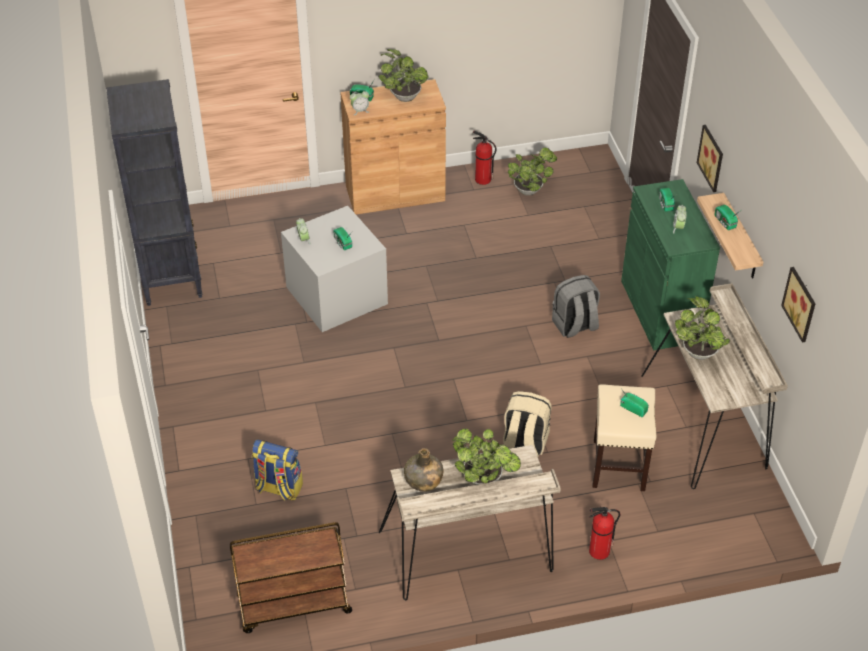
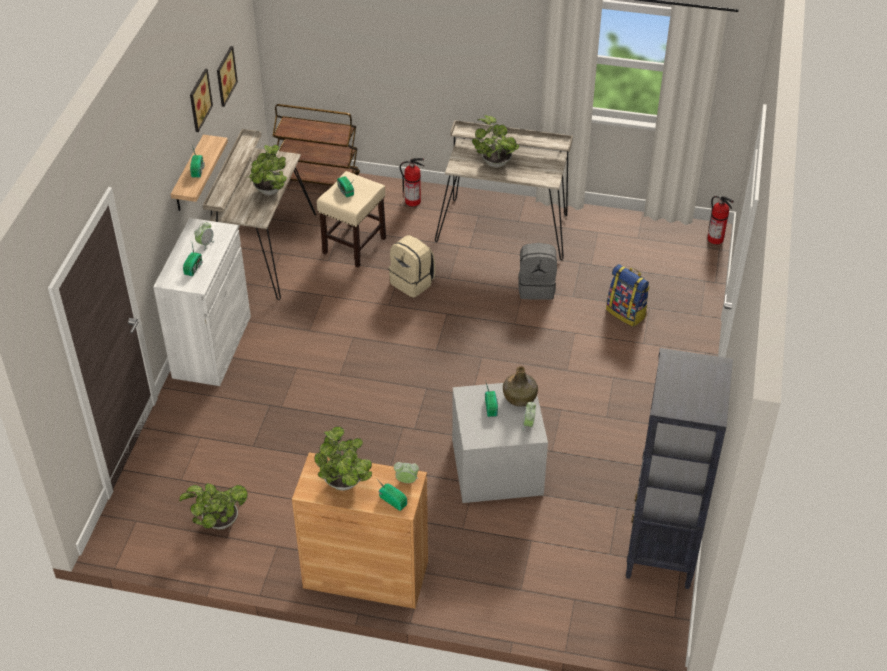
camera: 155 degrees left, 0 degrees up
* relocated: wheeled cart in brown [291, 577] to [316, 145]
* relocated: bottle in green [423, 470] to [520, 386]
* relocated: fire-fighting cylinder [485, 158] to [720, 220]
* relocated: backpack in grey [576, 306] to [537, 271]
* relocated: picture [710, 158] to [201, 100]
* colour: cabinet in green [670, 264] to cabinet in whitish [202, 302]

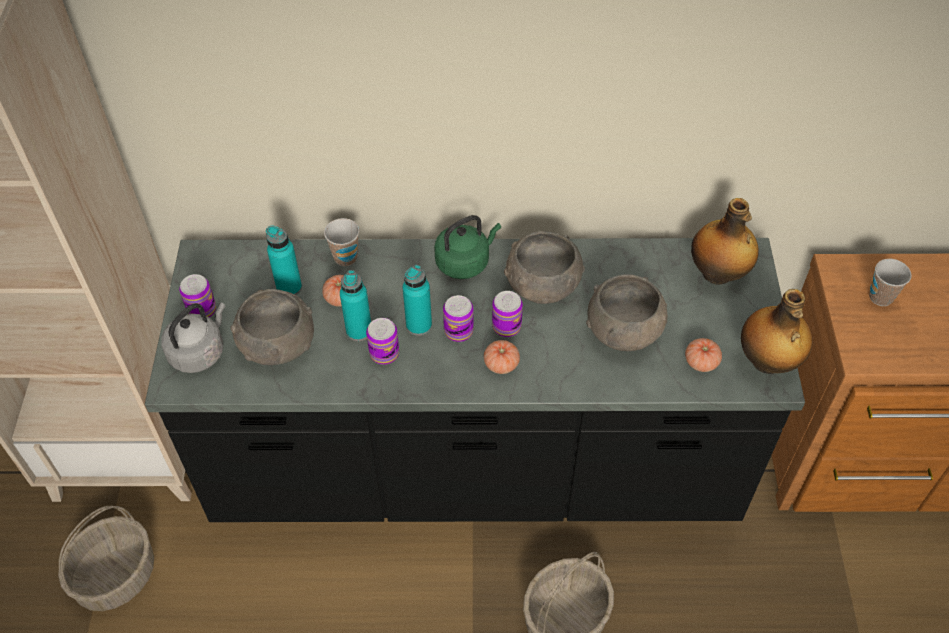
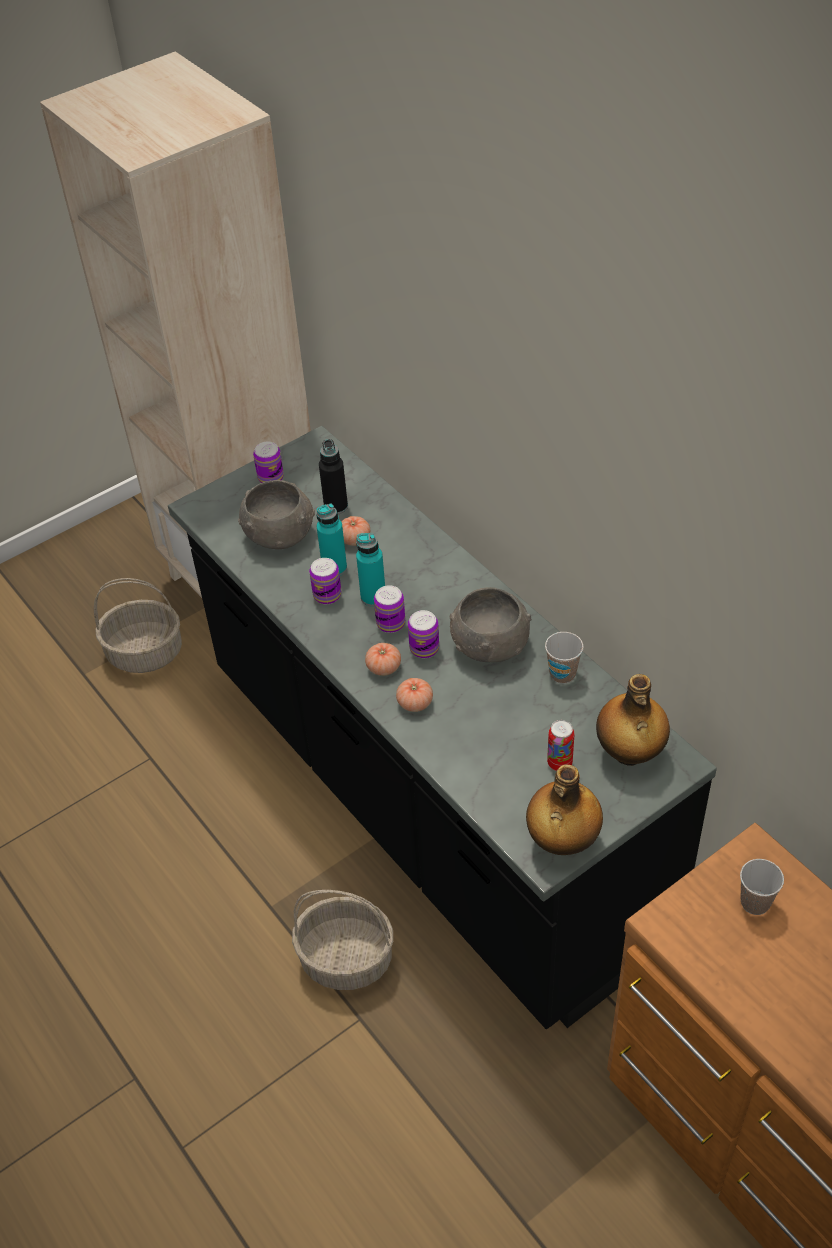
camera: 55 degrees right, 5 degrees down
* missing: water kettle in grey [193, 338]
* missing: water kettle in green [467, 247]
* missing: deep dish in grey [627, 312]
* appeared: metal can [560, 745]
* relocated: small cup [341, 242] to [564, 658]
* relocated: fresh tomato [703, 355] to [414, 695]
* colour: bottle in blue-green [284, 260] to bottle in black-coloured [333, 476]

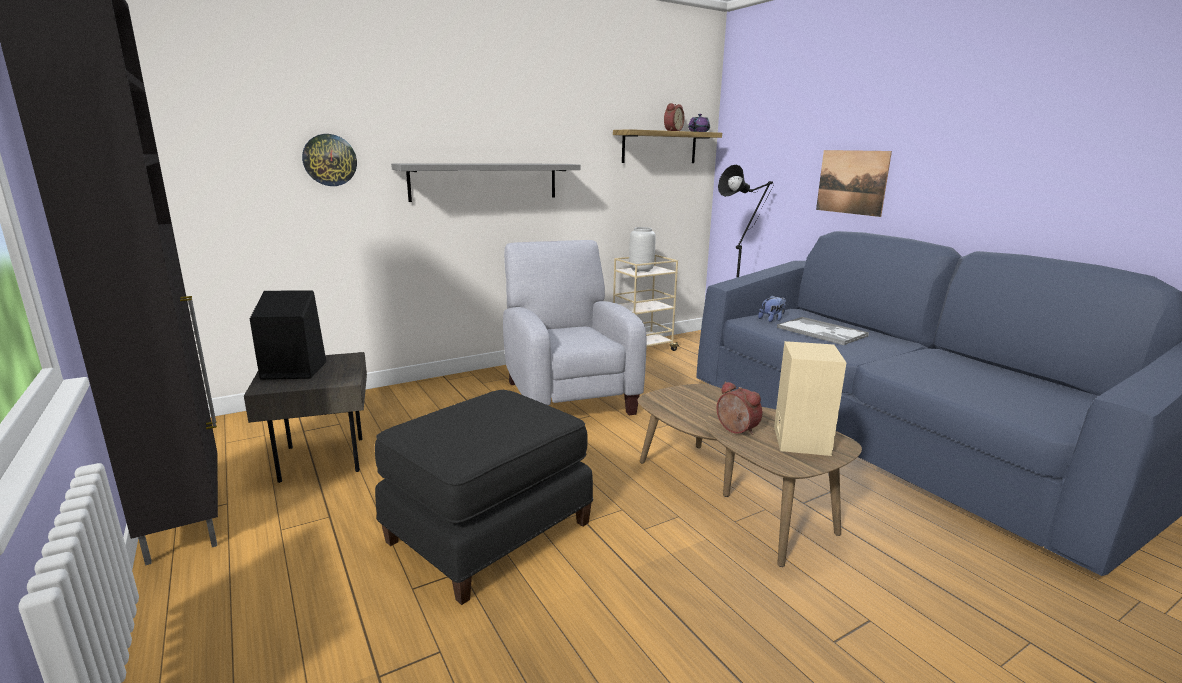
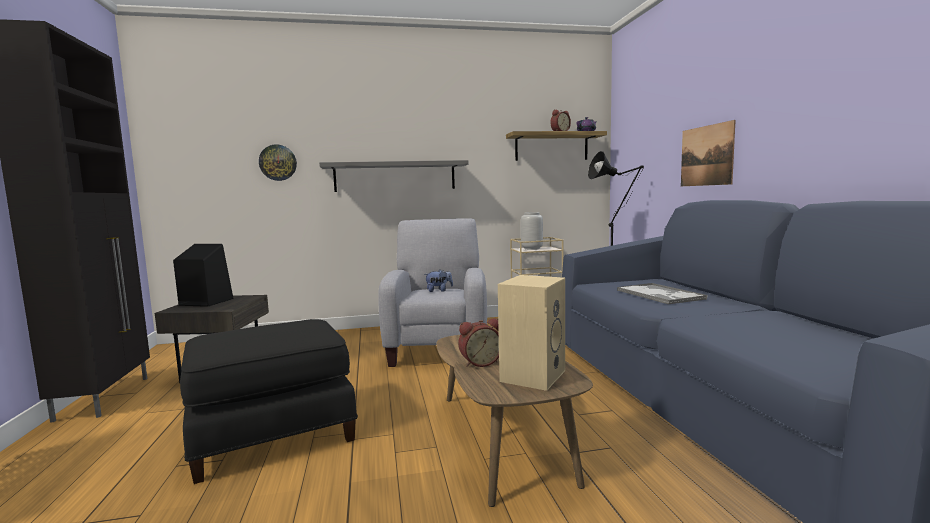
camera: 20 degrees right, 10 degrees down
* relocated: plush toy [772, 308] to [438, 281]
* spun: bedside clock [739, 408] = [478, 342] 90 degrees clockwise

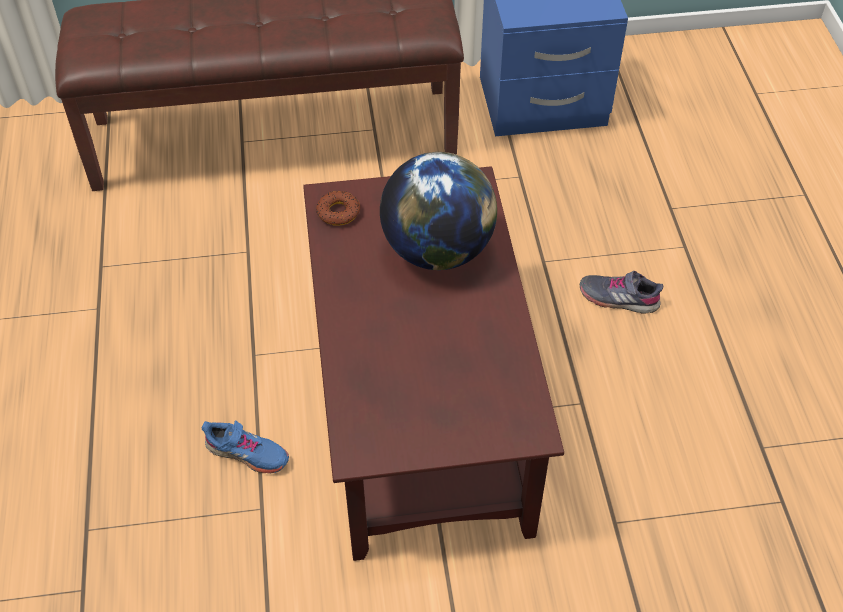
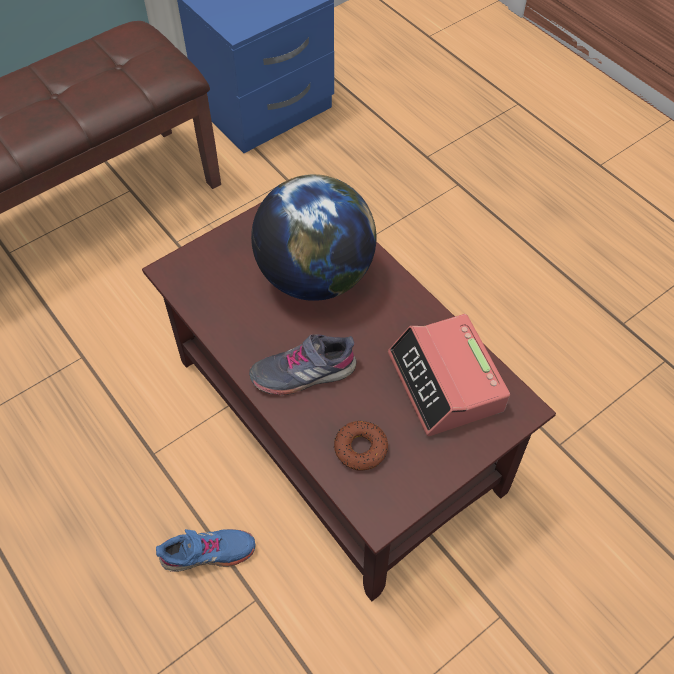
camera: 30 degrees left, 5 degrees up
* appeared: bedside clock [449, 375]
* relocated: ring doughnut [338, 208] to [361, 446]
* relocated: shoe in grey [621, 292] to [302, 364]

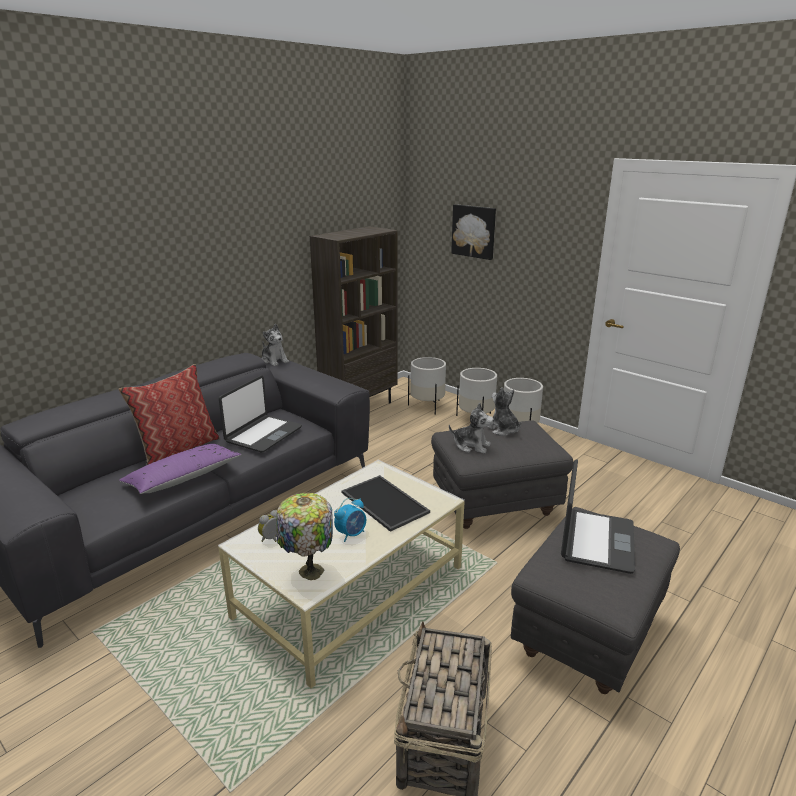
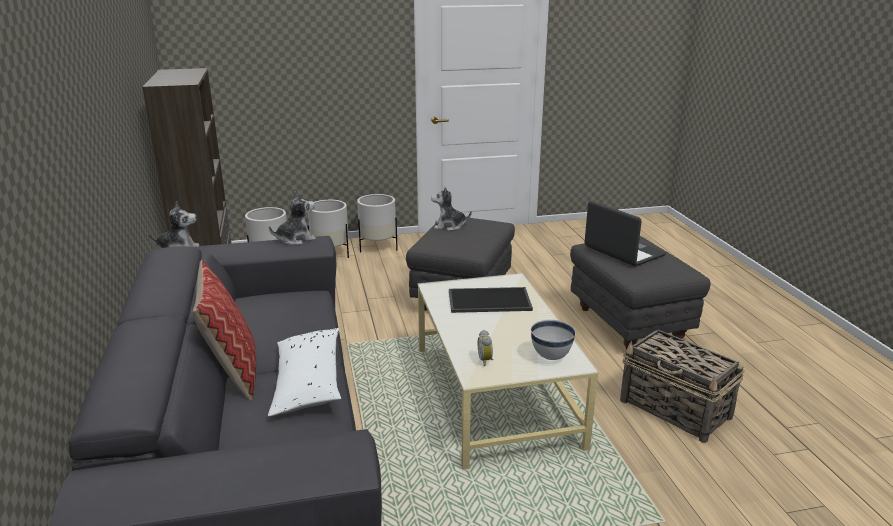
camera: 55 degrees left, 0 degrees up
* missing: notebook computer [260, 413]
* missing: bedside clock [350, 520]
* missing: picture [473, 232]
* relocated: plush toy [471, 428] to [292, 218]
* exchanged: lamp for a table [304, 536] to deep dish in whitish [553, 340]
* colour: pillow in purple-coloured [180, 469] to pillow in whitish [304, 372]

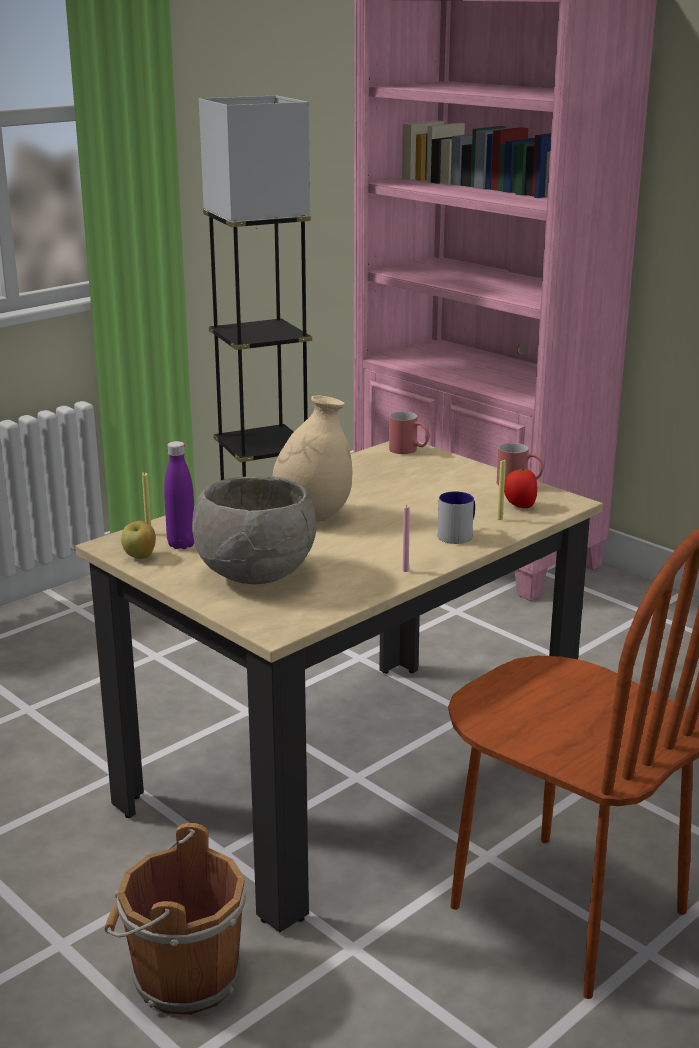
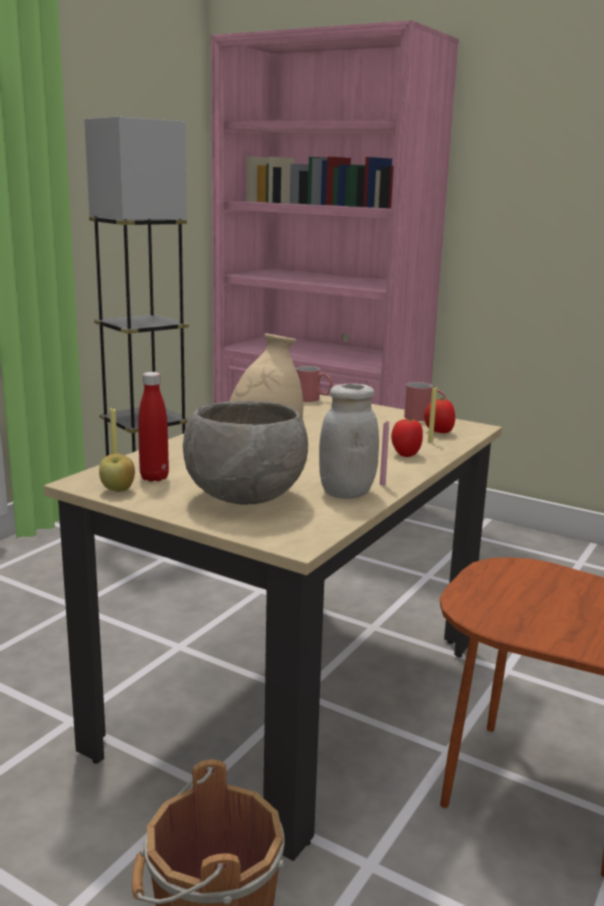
camera: 15 degrees left, 5 degrees down
* appeared: preserve jar in whitish [349, 441]
* exchanged: coffee mug [456, 517] to fresh tomato [407, 437]
* colour: bottle in purple-coloured [179, 495] to bottle in red-coloured [153, 427]

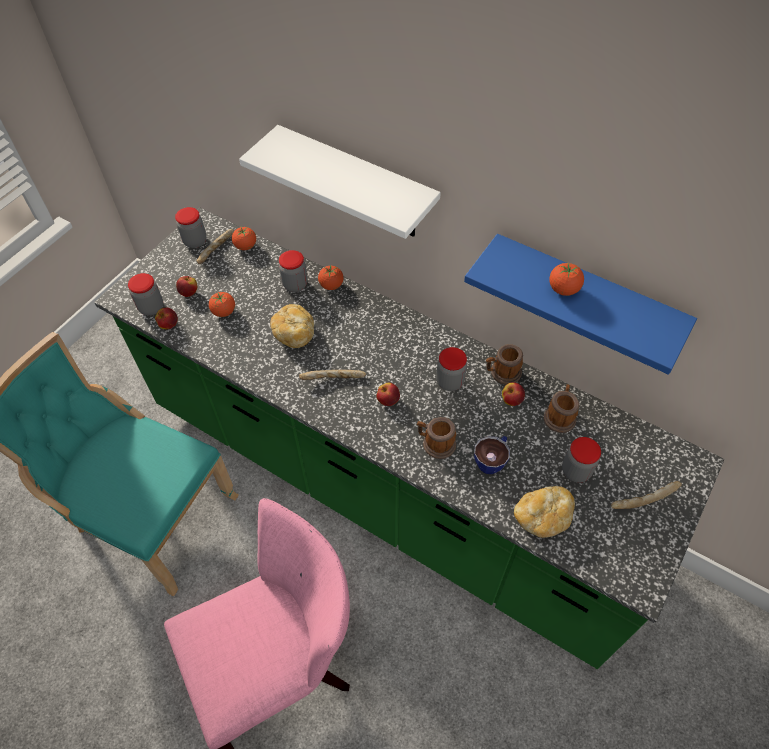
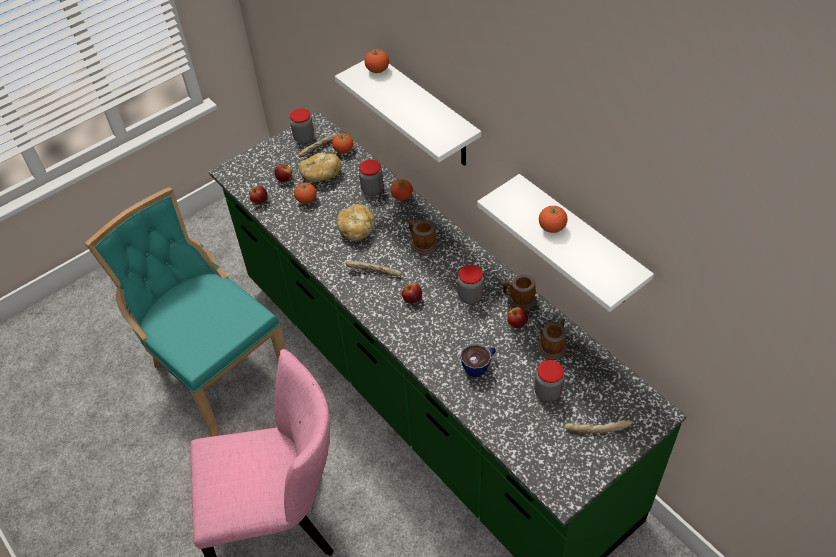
camera: 20 degrees right, 5 degrees down
* missing: preserve jar [145, 294]
* appeared: fresh tomato [377, 61]
* relocated: coffee mug [436, 438] to [423, 237]
* relocated: bread [544, 512] to [320, 167]
* colour: wall shelf in blue [580, 304] to wall shelf in whitish [565, 243]

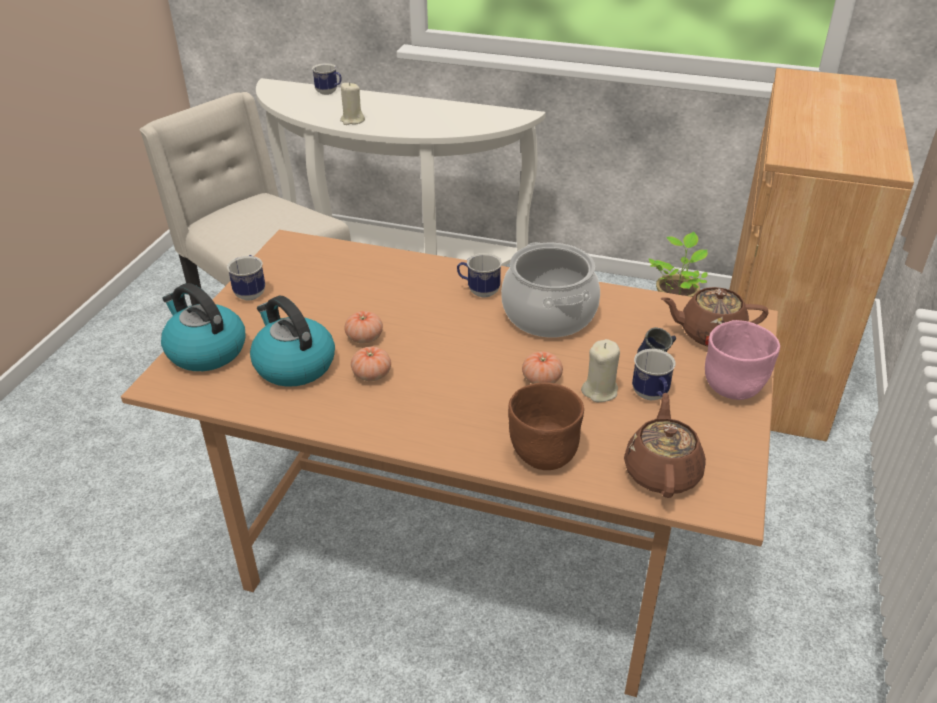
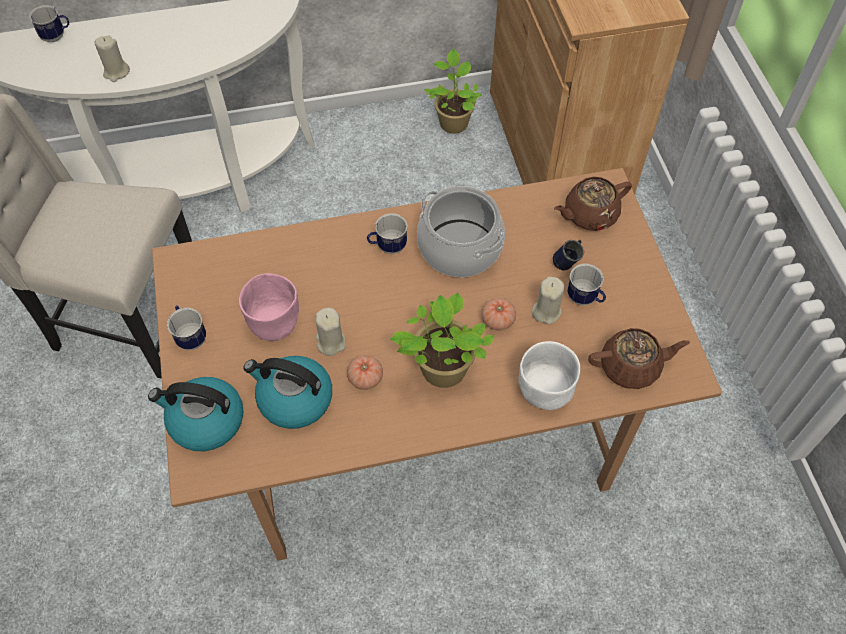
camera: 30 degrees left, 20 degrees up
* appeared: houseplant [442, 340]
* relocated: deep dish in pink-coloured [742, 360] to [269, 307]
* exchanged: fresh tomato [364, 327] to wax light in beige-coloured [330, 332]
* colour: deep dish in brown [546, 426] to deep dish in whitish [550, 375]
* spun: tea pot in brown [665, 445] = [639, 358] 105 degrees clockwise

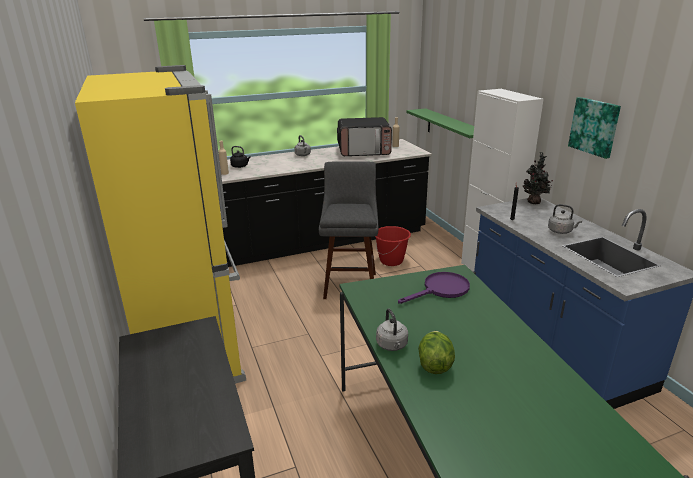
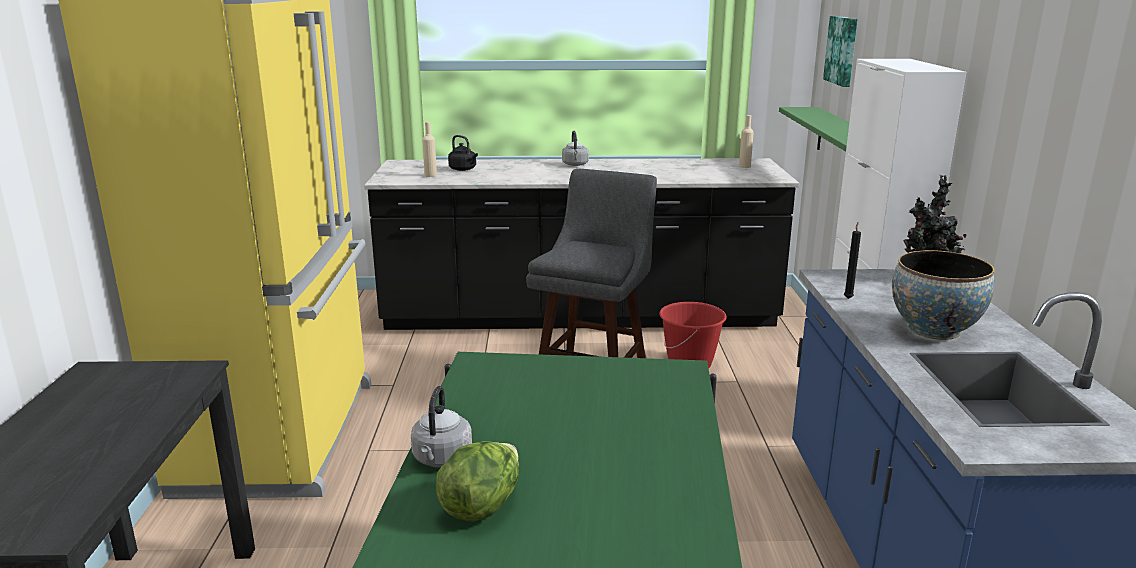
camera: 20 degrees right, 5 degrees down
* missing: microwave [364, 136]
* missing: frying pan in purple-coloured [434, 288]
* relocated: picture [594, 128] to [840, 51]
* exchanged: water kettle in grey [565, 219] to deep dish [943, 295]

